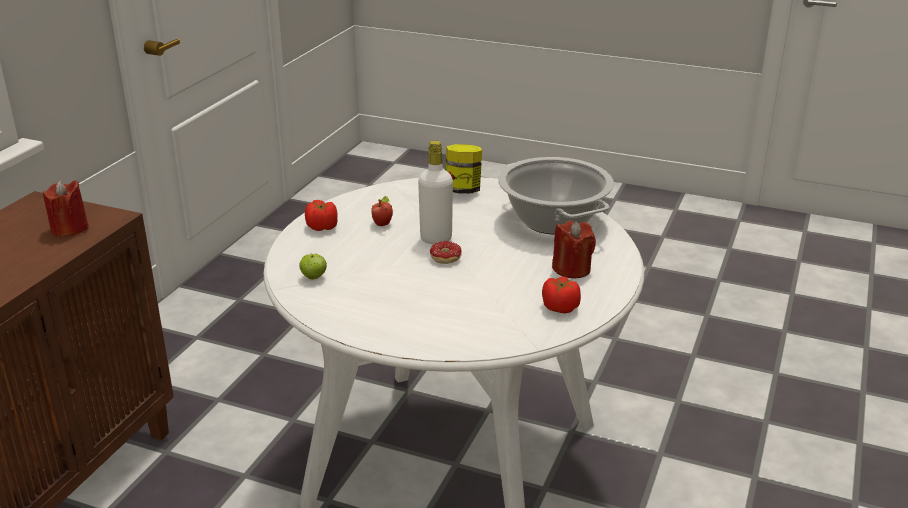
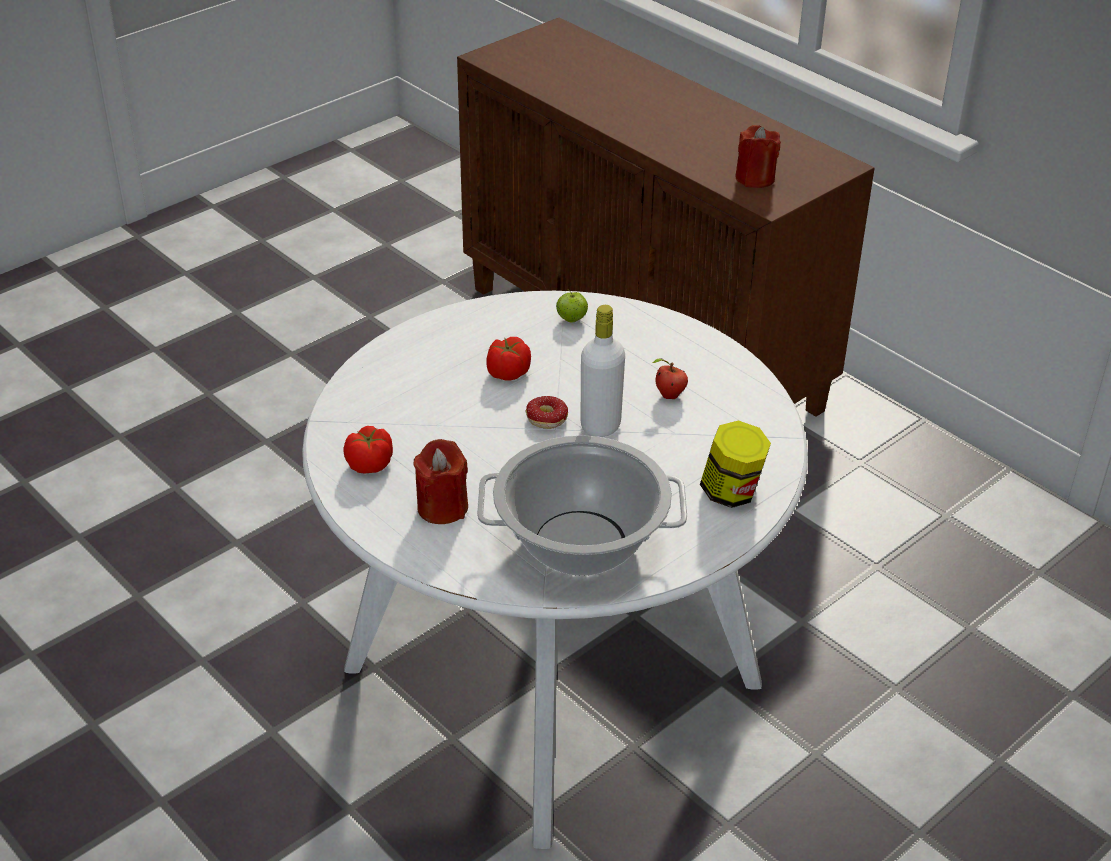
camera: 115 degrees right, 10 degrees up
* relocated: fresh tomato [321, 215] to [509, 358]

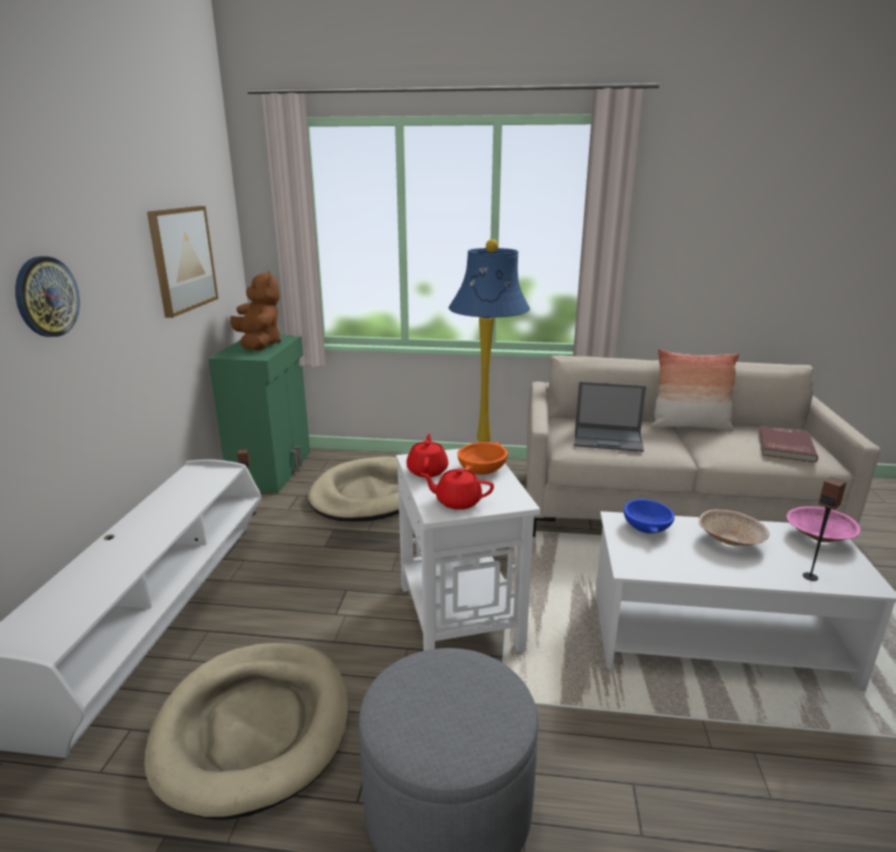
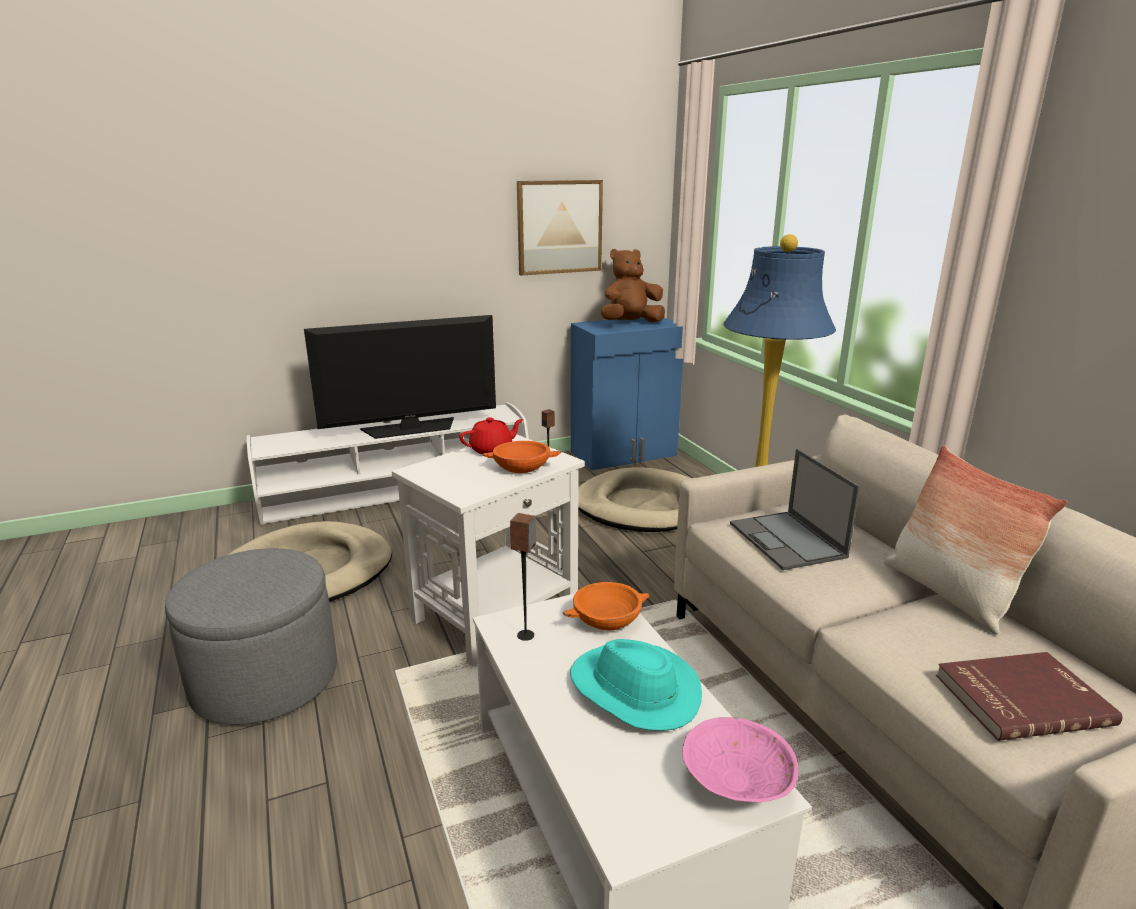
camera: 60 degrees right, 0 degrees up
* missing: clock on the wall [47, 296]
* missing: tea pot in red-coloured [457, 489]
* appeared: TV set [400, 377]
* relocated: audio speaker [825, 529] to [523, 577]
* exchanged: deep dish in beige-coloured [734, 527] to clothing hat in blue-green [636, 685]
* colour: cabinet in green [259, 413] to cabinet in blue [627, 393]
* colour: deep dish in blue [649, 515] to deep dish in orangey [606, 606]
* spun: plush toy in brown [256, 310] = [633, 285] 150 degrees counterclockwise

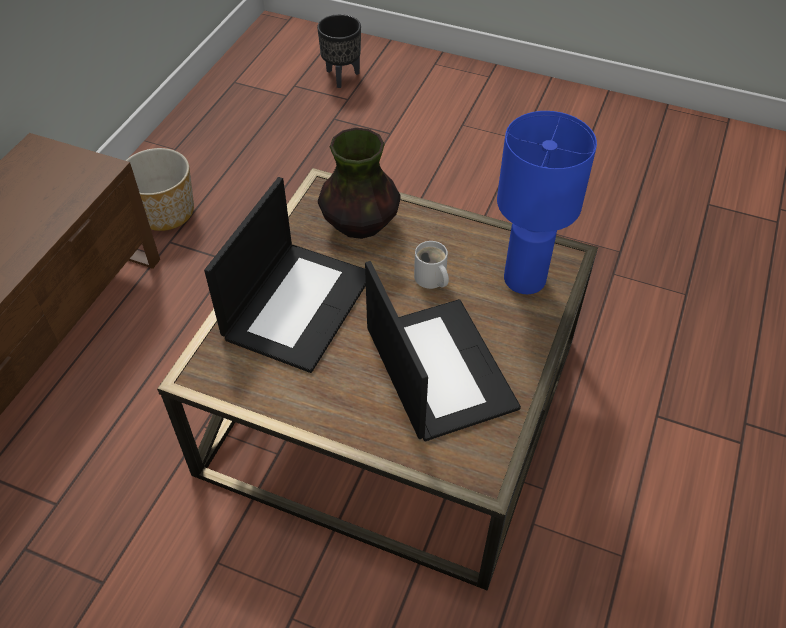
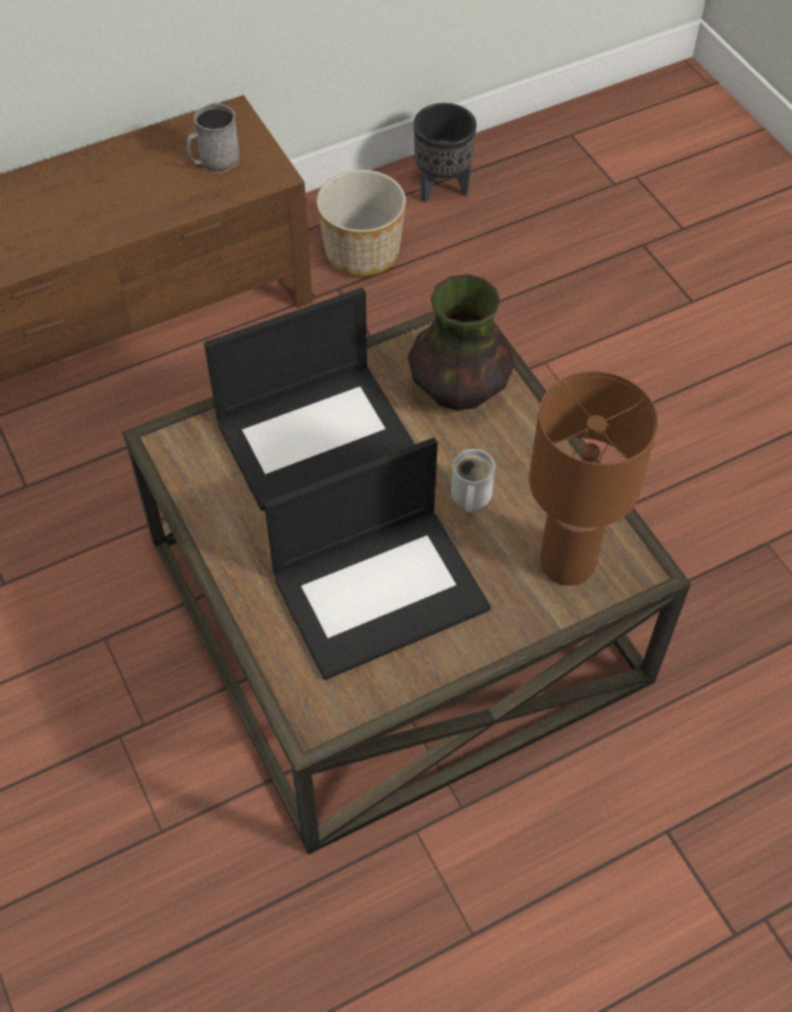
camera: 40 degrees right, 5 degrees up
* appeared: coffee mug in grey [213, 138]
* relocated: plant pot in black-coloured [339, 51] to [445, 152]
* colour: lamp for a table in blue [547, 202] to lamp for a table in brown [593, 478]
* spun: notebook computer [443, 351] = [377, 559] 45 degrees clockwise

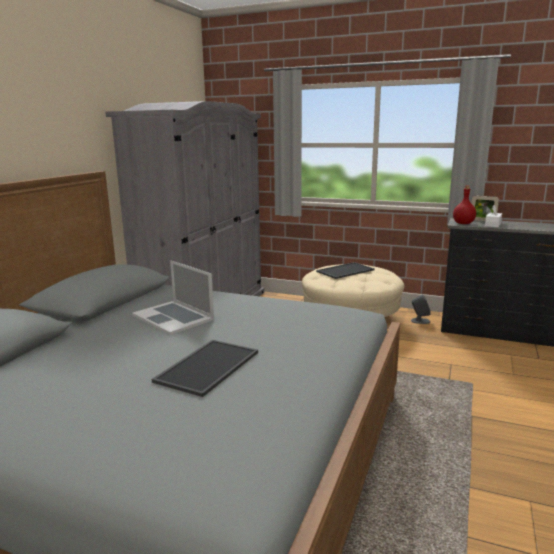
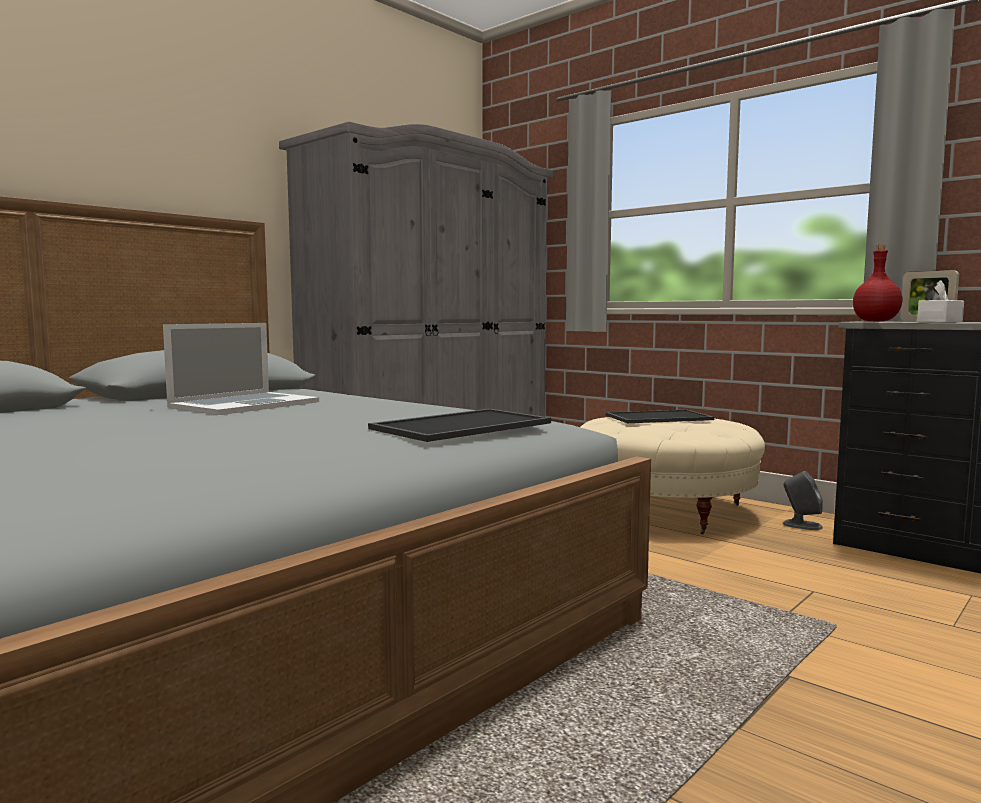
camera: 20 degrees right, 10 degrees down
* relocated: tray [204, 368] to [459, 425]
* spun: notebook computer [173, 297] = [241, 369] 120 degrees counterclockwise

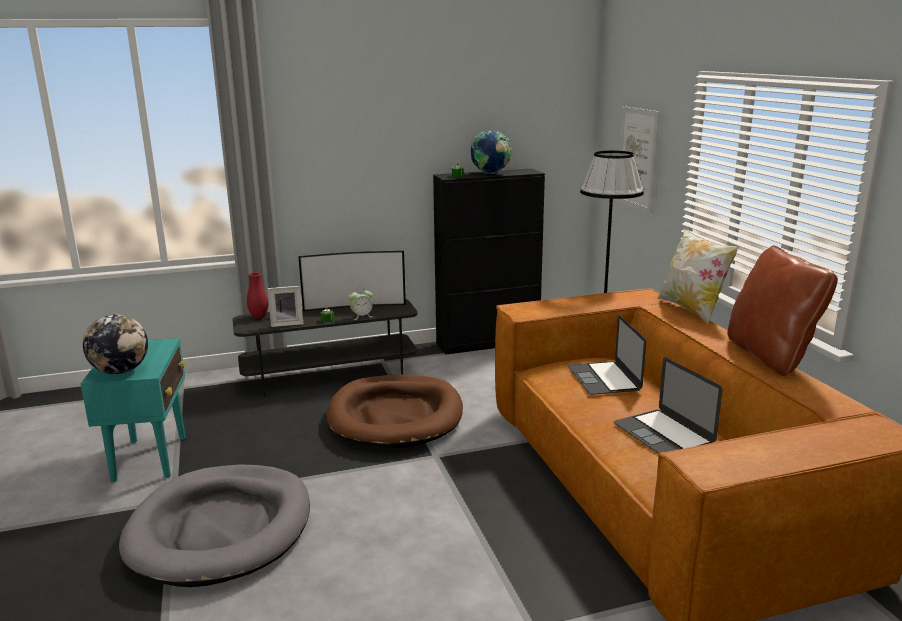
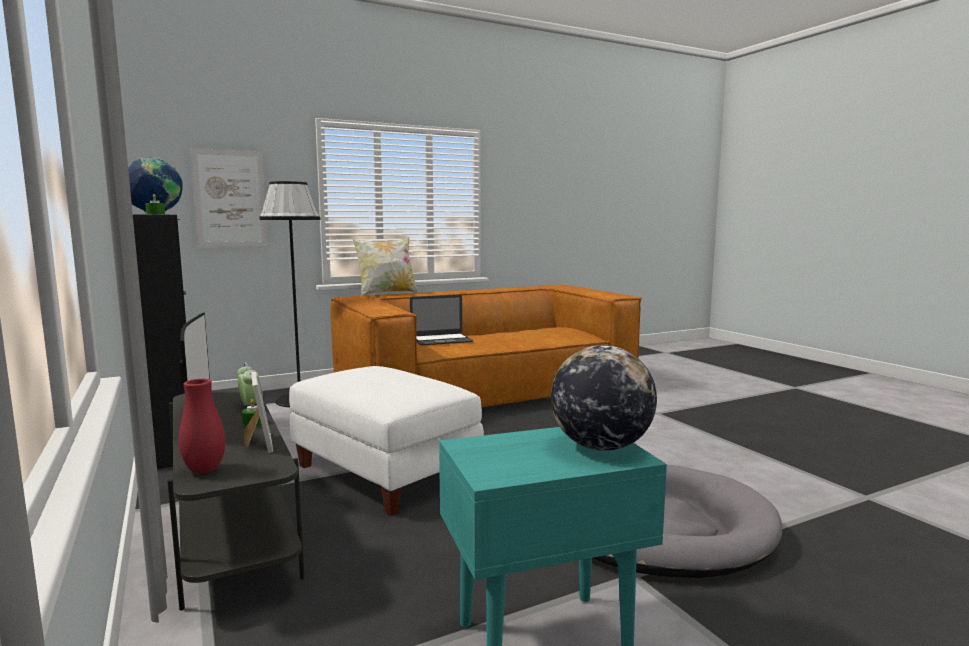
camera: 100 degrees left, 10 degrees down
* missing: notebook computer [668, 405]
* missing: pillow in brown [782, 311]
* exchanged: dog cushion in brown [394, 411] to ottoman in whitish [386, 441]

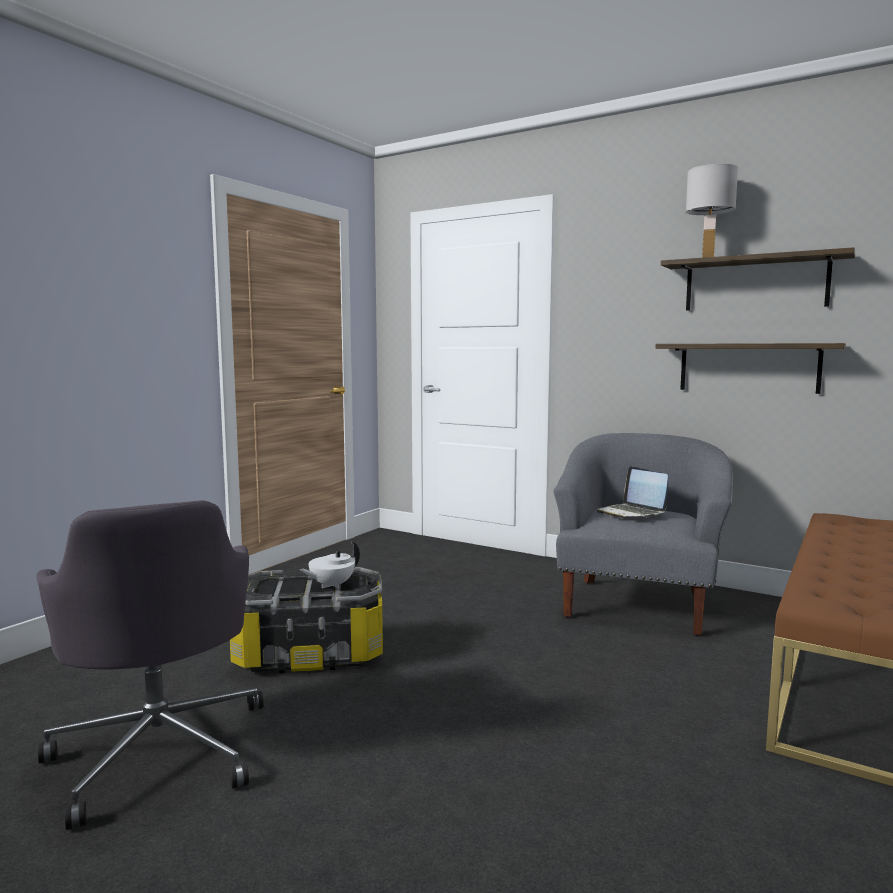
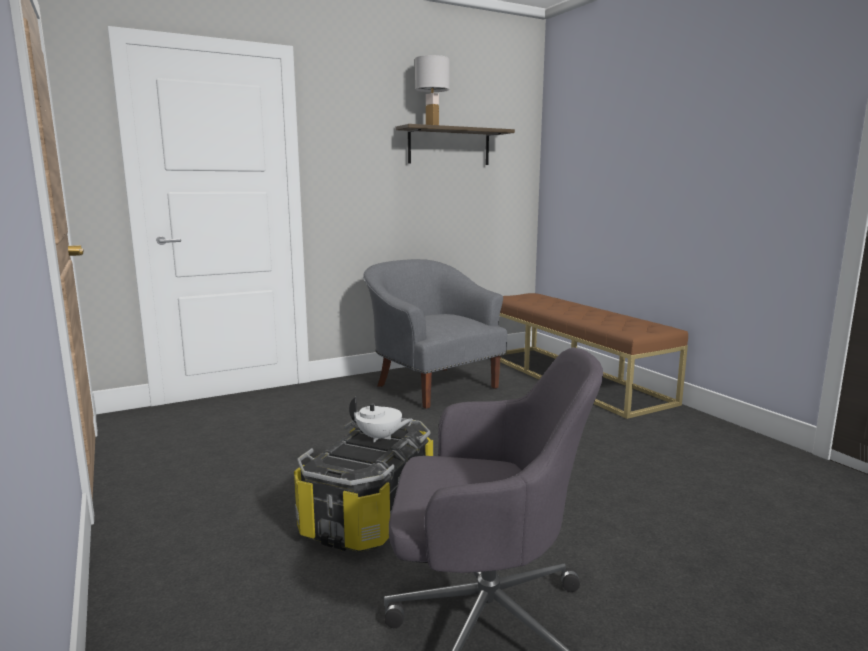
camera: 60 degrees left, 5 degrees up
* missing: notebook computer [632, 492]
* missing: wall shelf [750, 368]
* spun: tea pot in whitish [330, 565] = [381, 419] 60 degrees counterclockwise

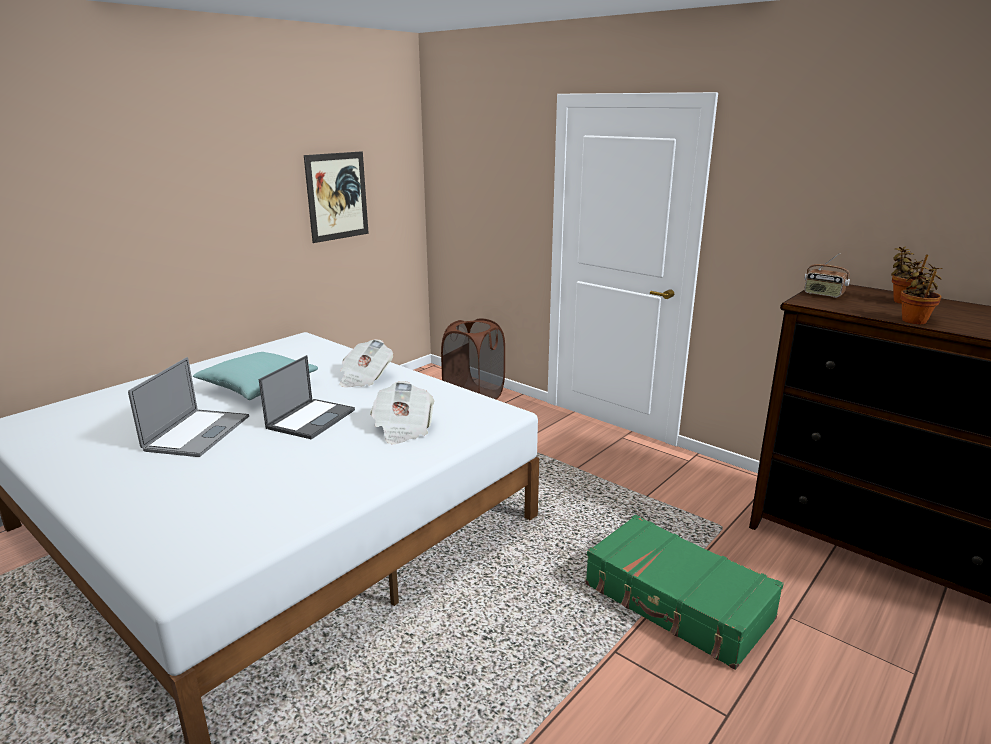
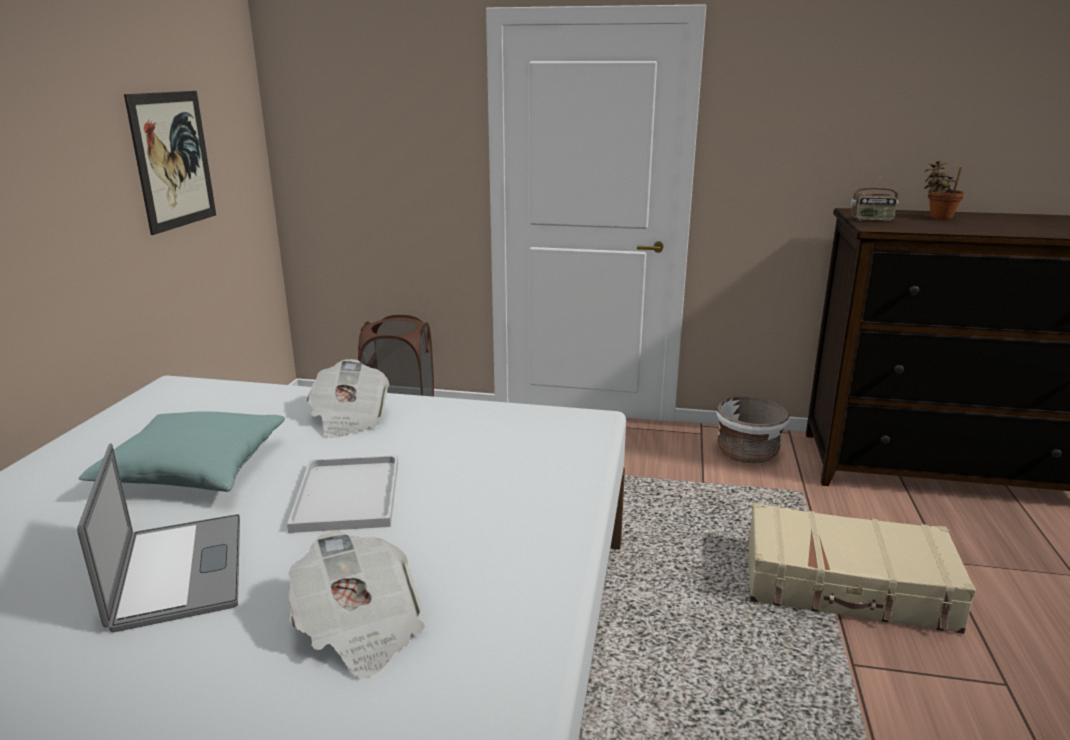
camera: 30 degrees left, 0 degrees up
* missing: houseplant [921, 291]
* appeared: plant pot in whitish [753, 430]
* relocated: printed paper [402, 412] to [356, 604]
* exchanged: notebook computer [307, 397] to tray in whitish [342, 494]
* colour: suitcase in green [684, 592] to suitcase in beige-coloured [862, 568]

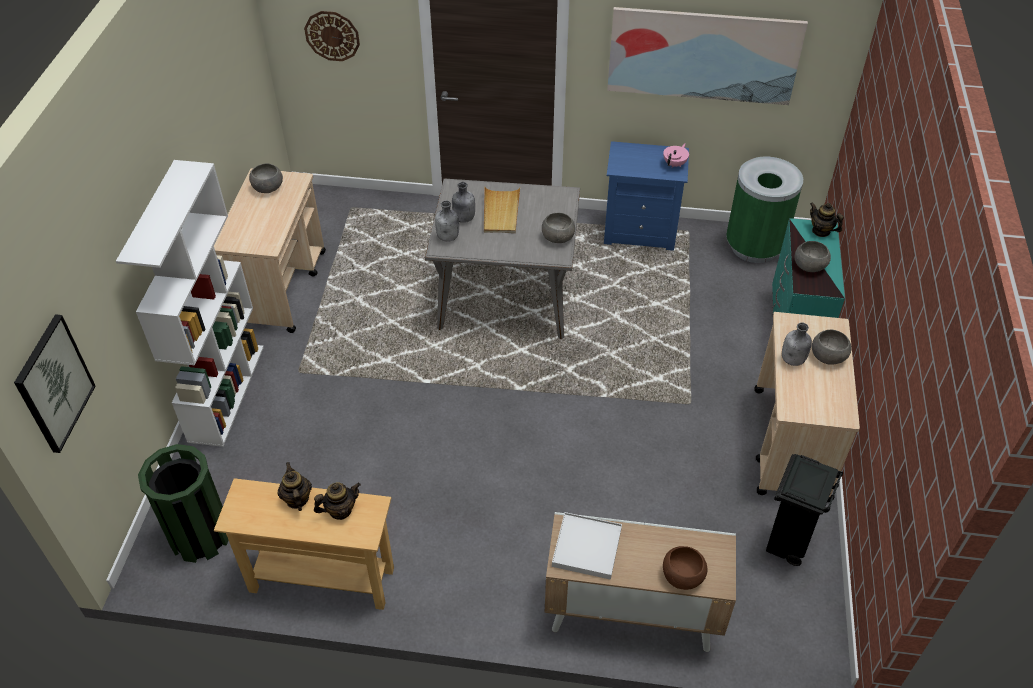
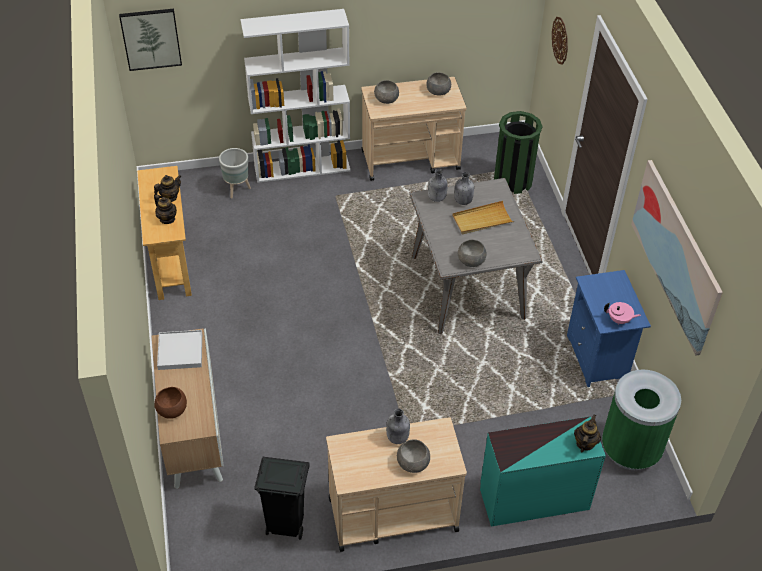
camera: 70 degrees right, 0 degrees up
* appeared: plant pot in grey [235, 173]
* relocated: waste bin in green [183, 503] to [518, 152]
* relocated: deep dish in grey [813, 256] to [386, 92]

